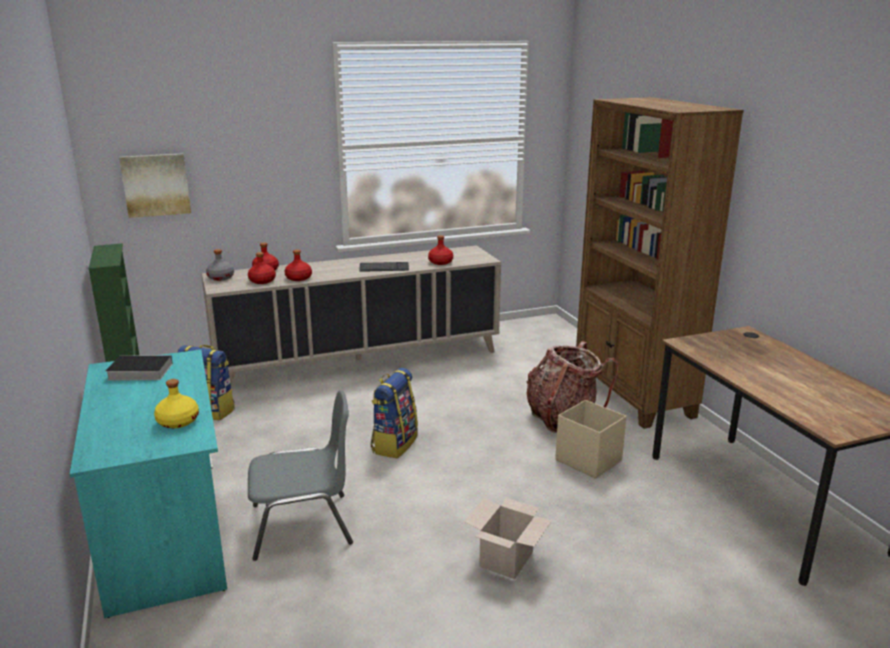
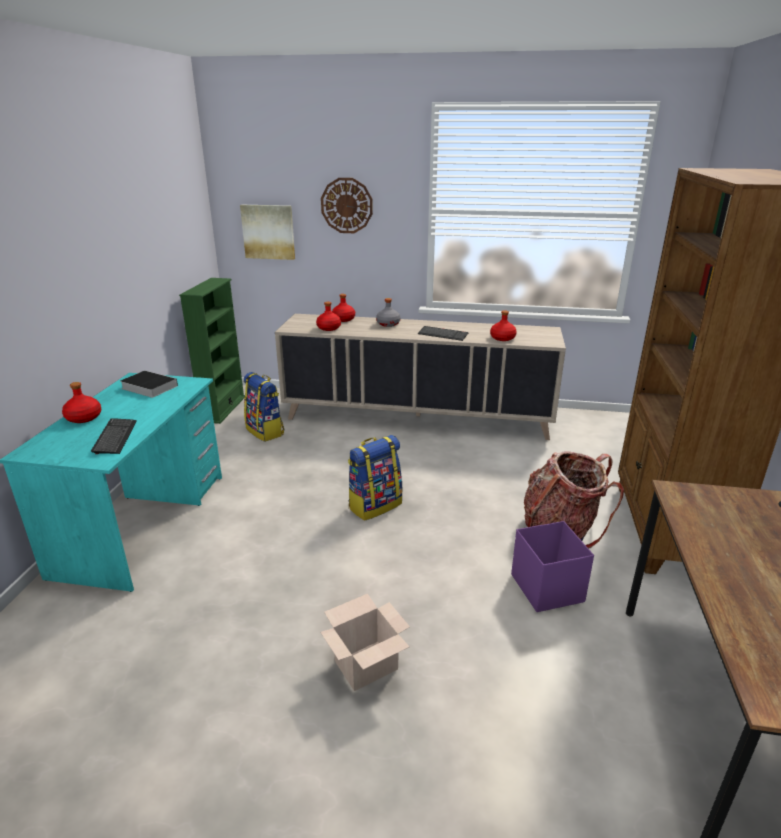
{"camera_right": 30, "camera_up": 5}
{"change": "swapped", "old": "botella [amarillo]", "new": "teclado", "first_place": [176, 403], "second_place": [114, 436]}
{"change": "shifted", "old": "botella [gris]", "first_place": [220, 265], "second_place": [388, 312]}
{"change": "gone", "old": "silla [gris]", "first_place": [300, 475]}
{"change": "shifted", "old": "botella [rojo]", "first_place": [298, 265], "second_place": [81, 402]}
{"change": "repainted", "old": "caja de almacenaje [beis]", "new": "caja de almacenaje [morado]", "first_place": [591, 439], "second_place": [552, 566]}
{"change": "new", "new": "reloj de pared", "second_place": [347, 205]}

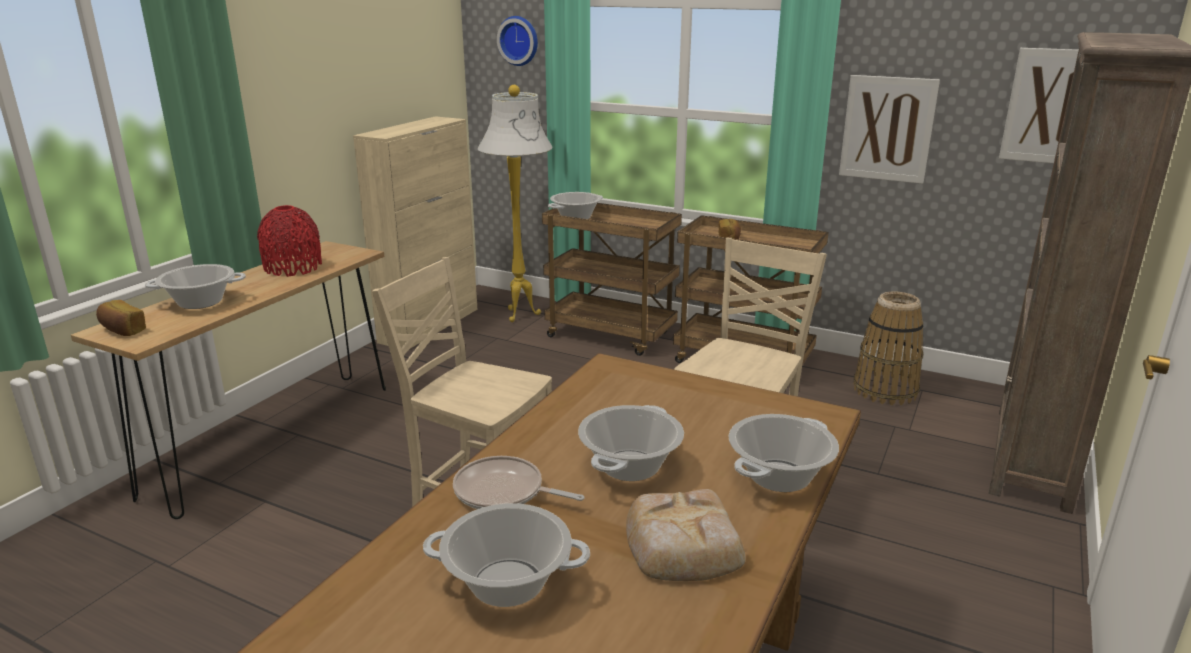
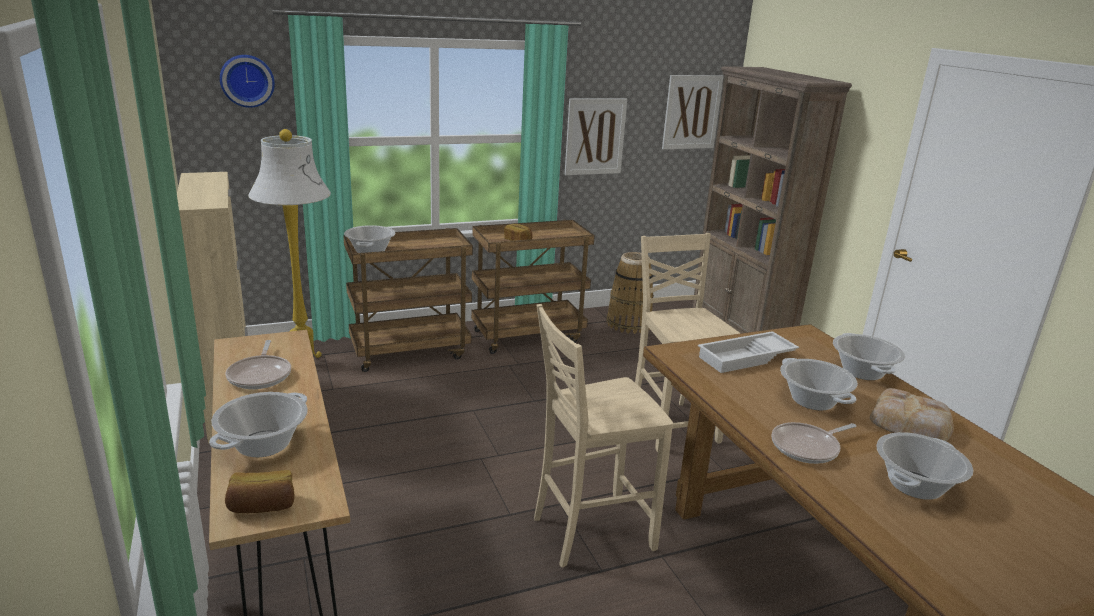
{"camera_right": -50, "camera_up": 0}
{"change": "swapped", "old": "florero [rojo]", "new": "sartén", "first_place": [289, 241], "second_place": [258, 364]}
{"change": "new", "new": "bandeja [blanco]", "second_place": [748, 352]}

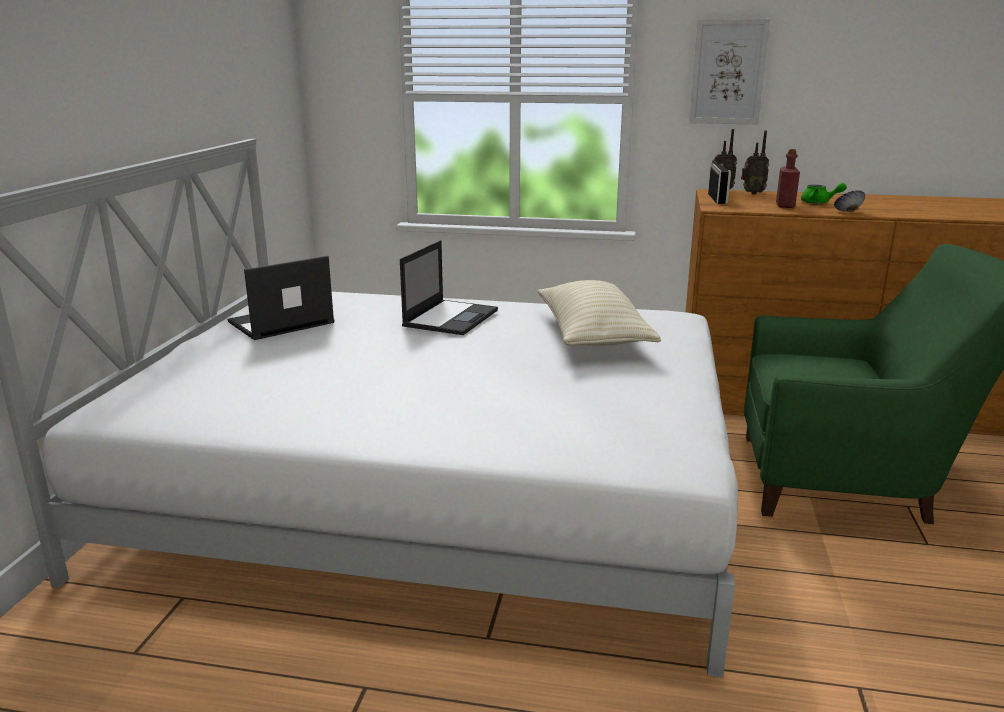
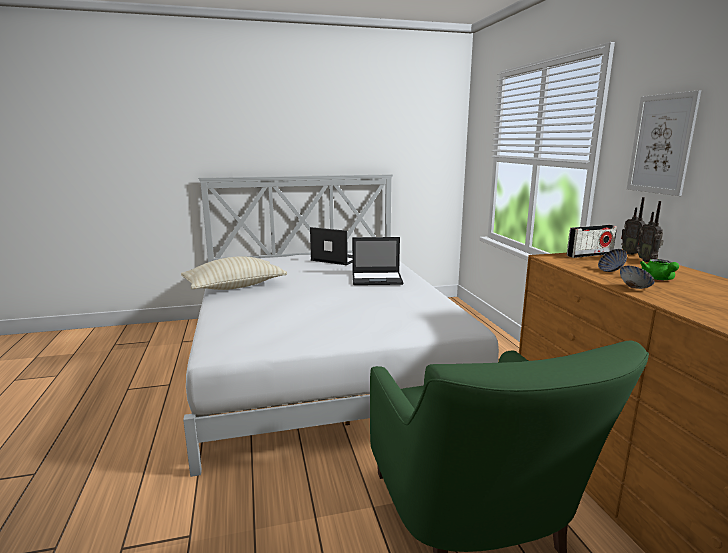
{"camera_right": 65, "camera_up": -5}
{"change": "shifted", "old": "cojín [beis]", "first_place": [599, 313], "second_place": [234, 273]}
{"change": "swapped", "old": "botella [rojo]", "new": "cuenco", "first_place": [788, 178], "second_place": [612, 260]}

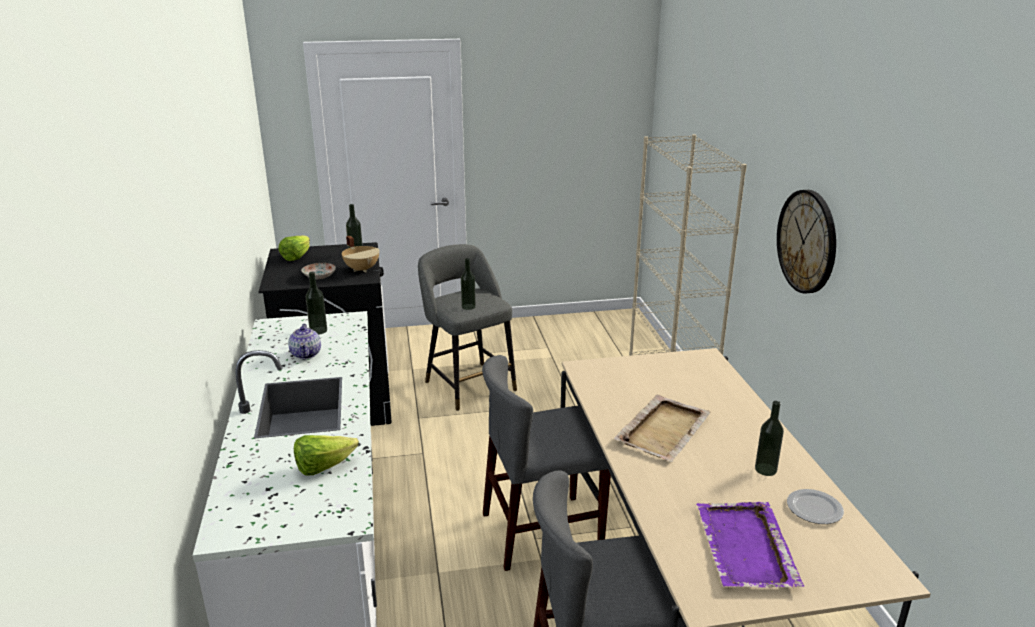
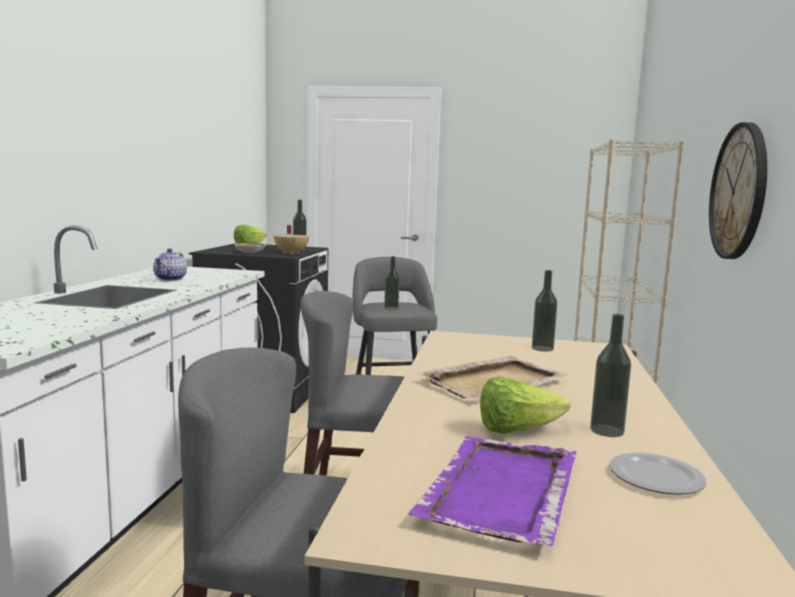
{"camera_right": 20, "camera_up": -15}
{"change": "shifted", "old": "lechuga", "first_place": [326, 455], "second_place": [525, 405]}
{"change": "shifted", "old": "botella", "first_place": [316, 303], "second_place": [544, 311]}

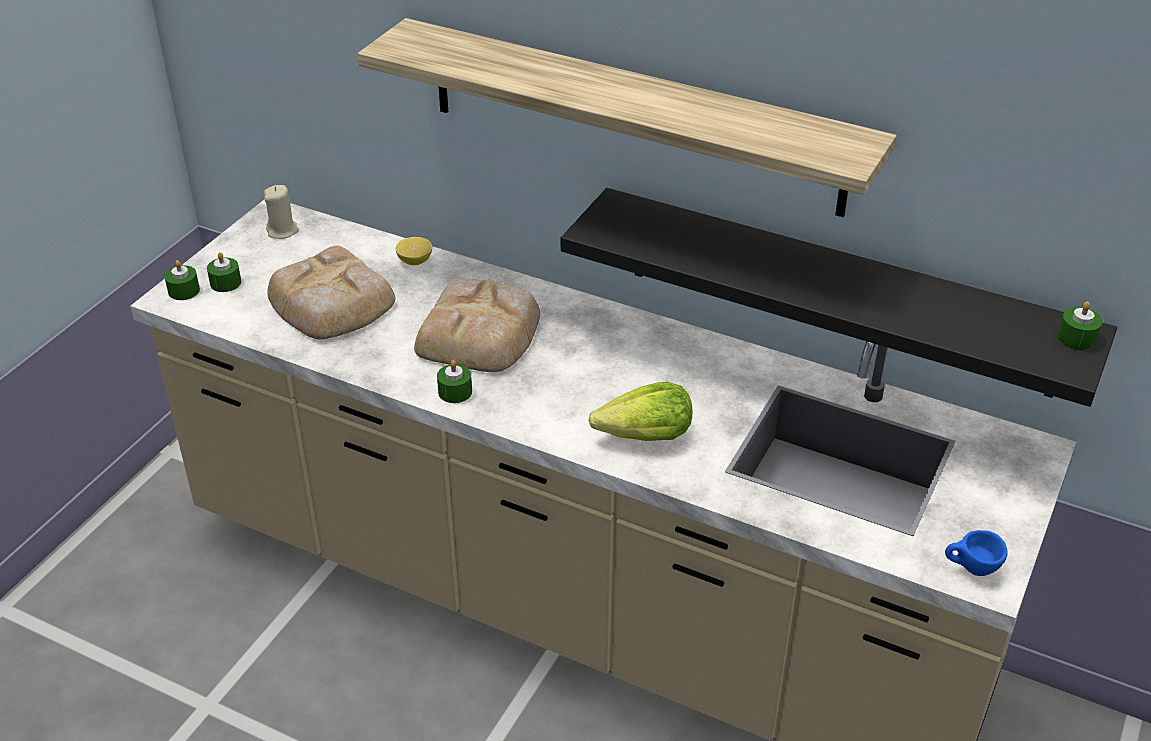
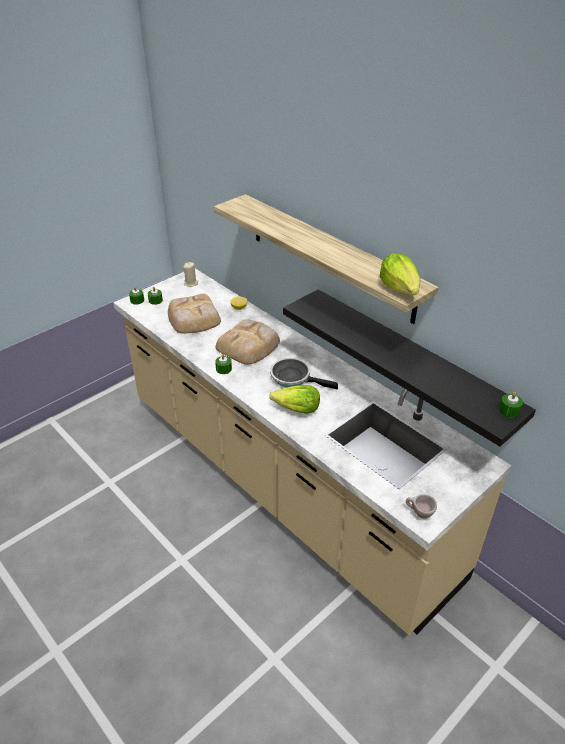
{"camera_right": 20, "camera_up": 0}
{"change": "repainted", "old": "taza [azul]", "new": "taza [beis]", "first_place": [976, 553], "second_place": [421, 506]}
{"change": "new", "new": "sartén", "second_place": [304, 374]}
{"change": "new", "new": "lechuga", "second_place": [400, 274]}

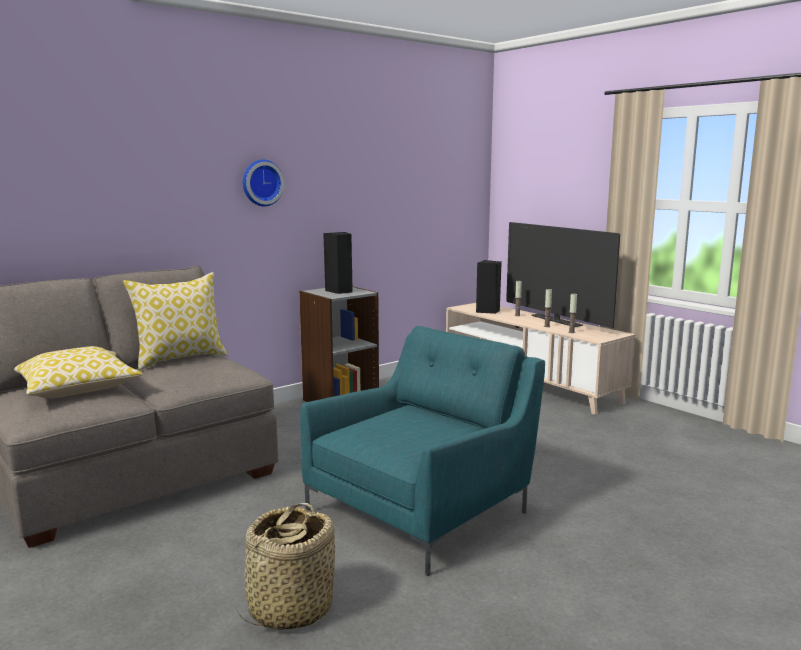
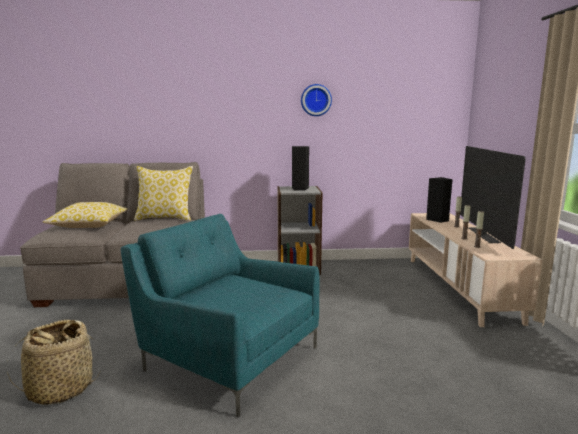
{"camera_right": 35, "camera_up": 0}
{"change": "shifted", "old": "reloj de pared", "first_place": [263, 183], "second_place": [316, 100]}
{"change": "rotated", "old": "sillón [turquesa]", "first_place": [422, 451], "second_place": [220, 315], "degrees": -135}

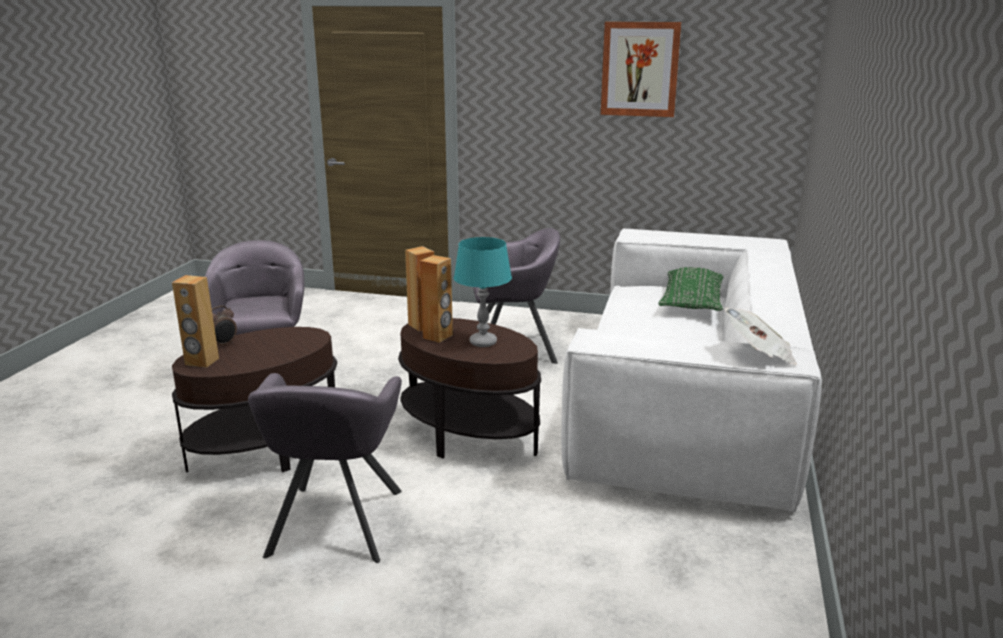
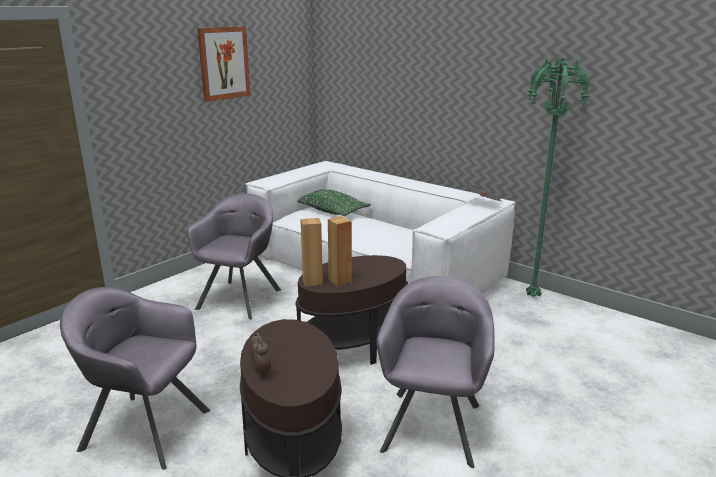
{"camera_right": -65, "camera_up": 0}
{"change": "gone", "old": "altavoz [marrón]", "first_place": [195, 321]}
{"change": "rotated", "old": "sillón [gris]", "first_place": [325, 468], "second_place": [436, 372], "degrees": -105}
{"change": "gone", "old": "lámpara de mesa [turquesa]", "first_place": [483, 292]}
{"change": "new", "new": "lámpara de pie [verde]", "second_place": [558, 177]}

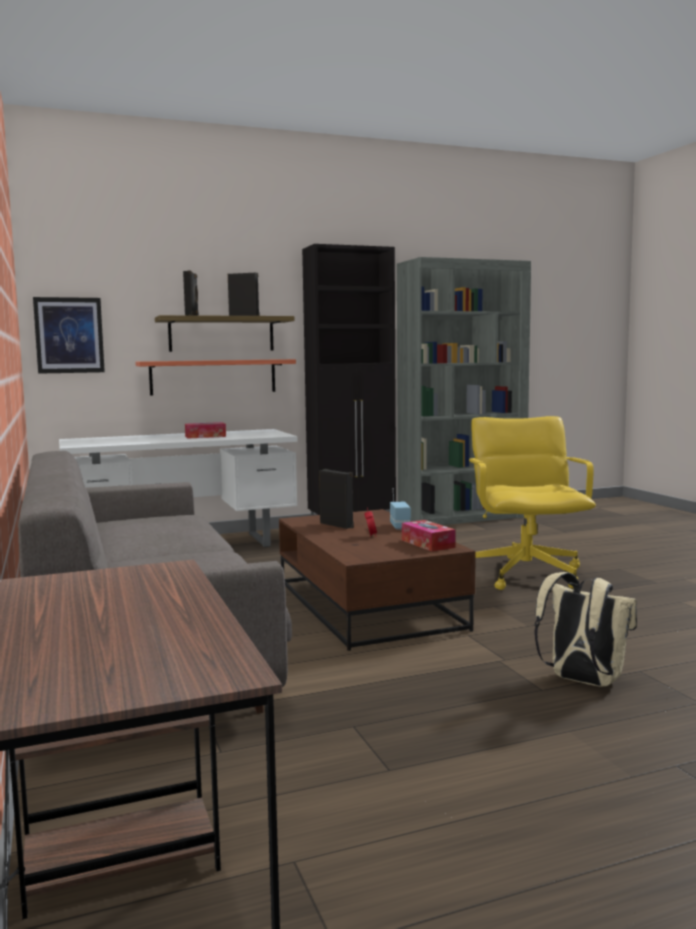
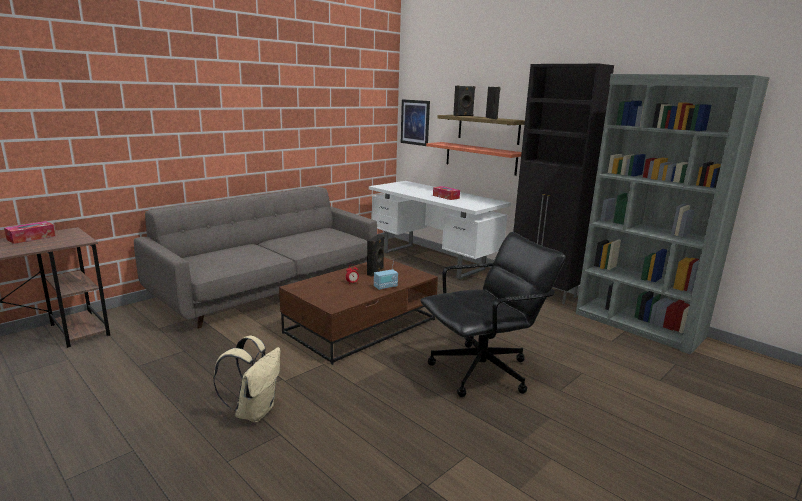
{"camera_right": 65, "camera_up": 10}
{"change": "shifted", "old": "caja de pañuelos", "first_place": [429, 536], "second_place": [29, 232]}
{"change": "repainted", "old": "silla de oficina [amarillo]", "new": "silla de oficina [negro]", "first_place": [532, 503], "second_place": [493, 314]}

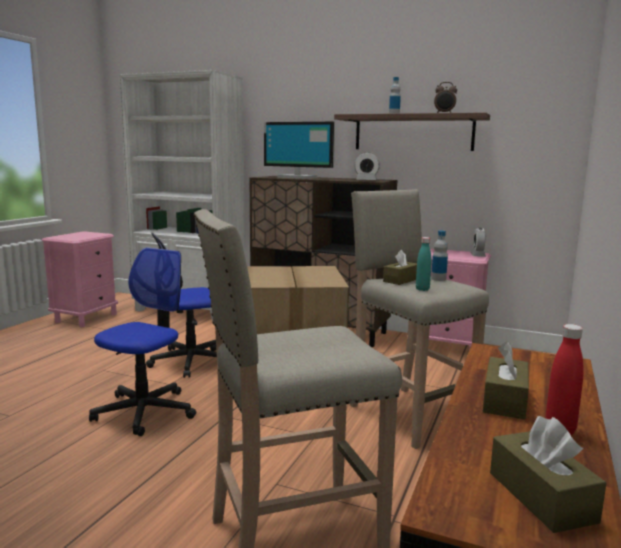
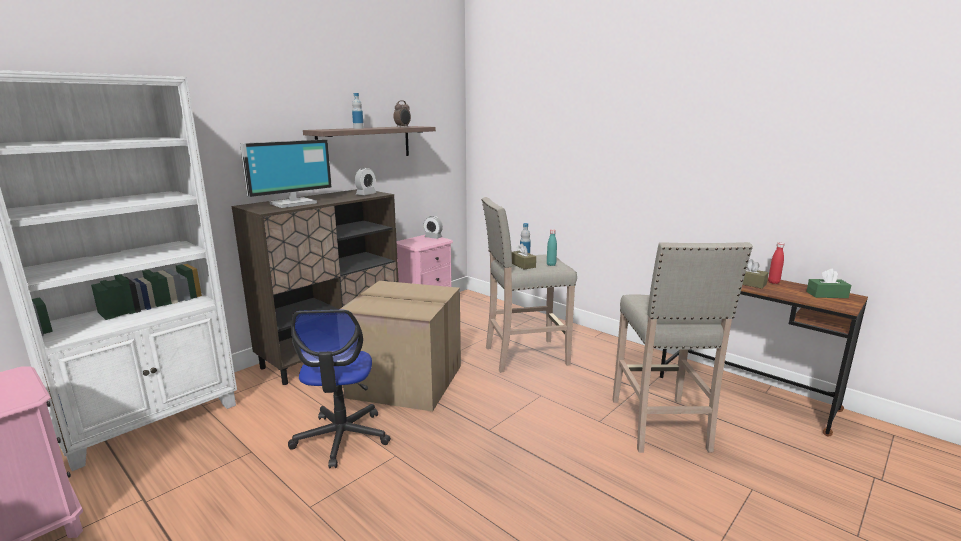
{"camera_right": -70, "camera_up": 5}
{"change": "gone", "old": "silla de oficina", "first_place": [142, 341]}
{"change": "repainted", "old": "caja de pañuelos [marrón]", "new": "caja de pañuelos [verde]", "first_place": [548, 474], "second_place": [828, 283]}

